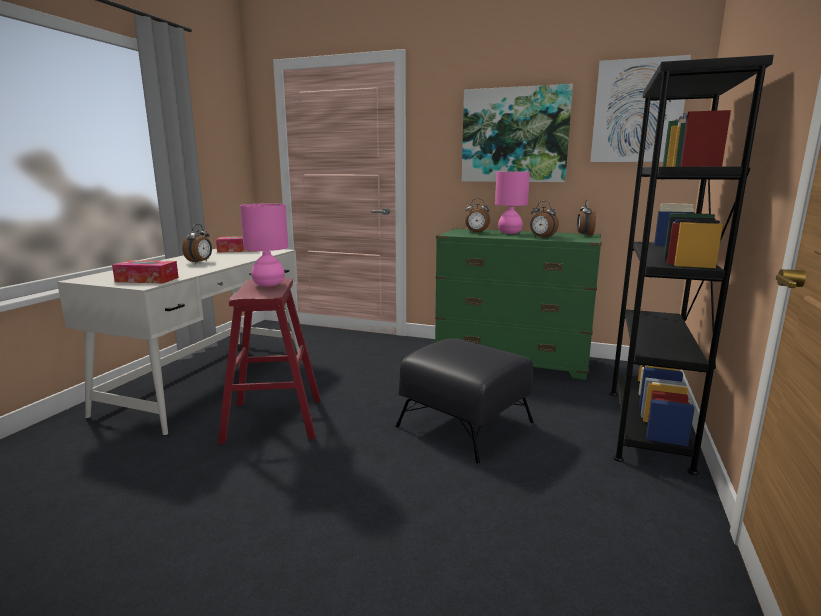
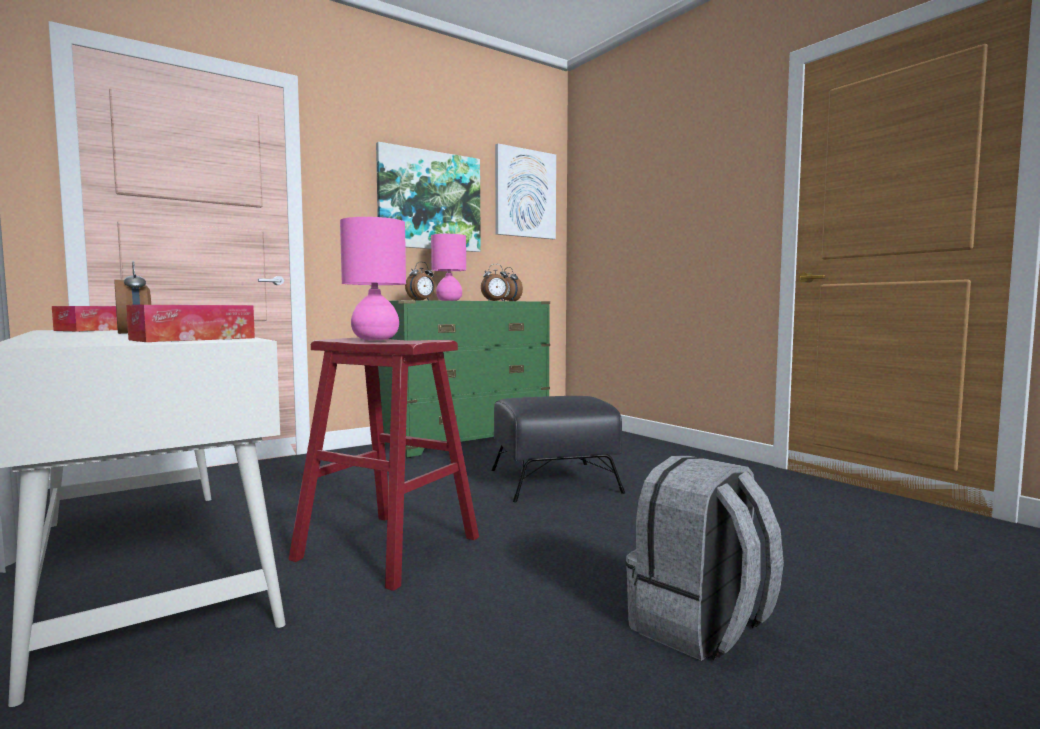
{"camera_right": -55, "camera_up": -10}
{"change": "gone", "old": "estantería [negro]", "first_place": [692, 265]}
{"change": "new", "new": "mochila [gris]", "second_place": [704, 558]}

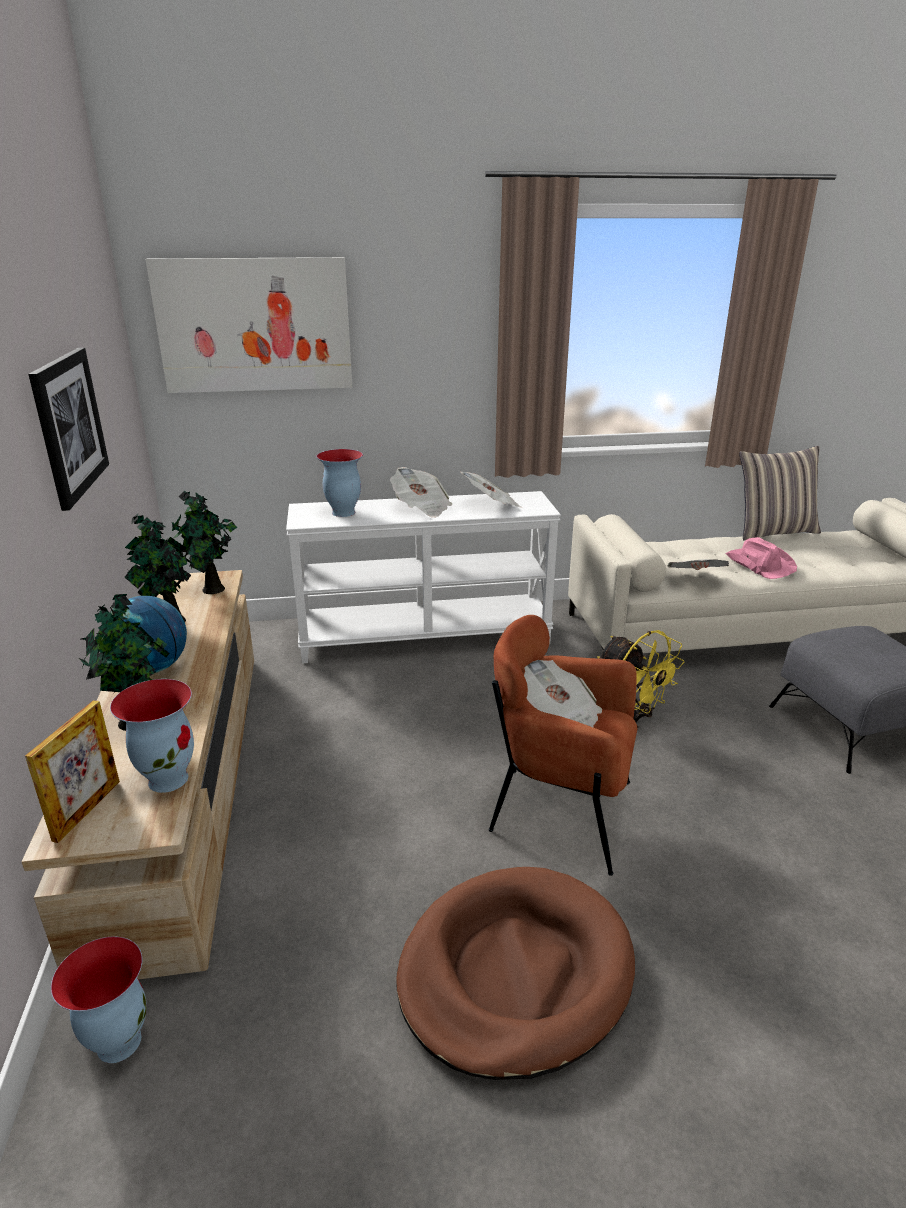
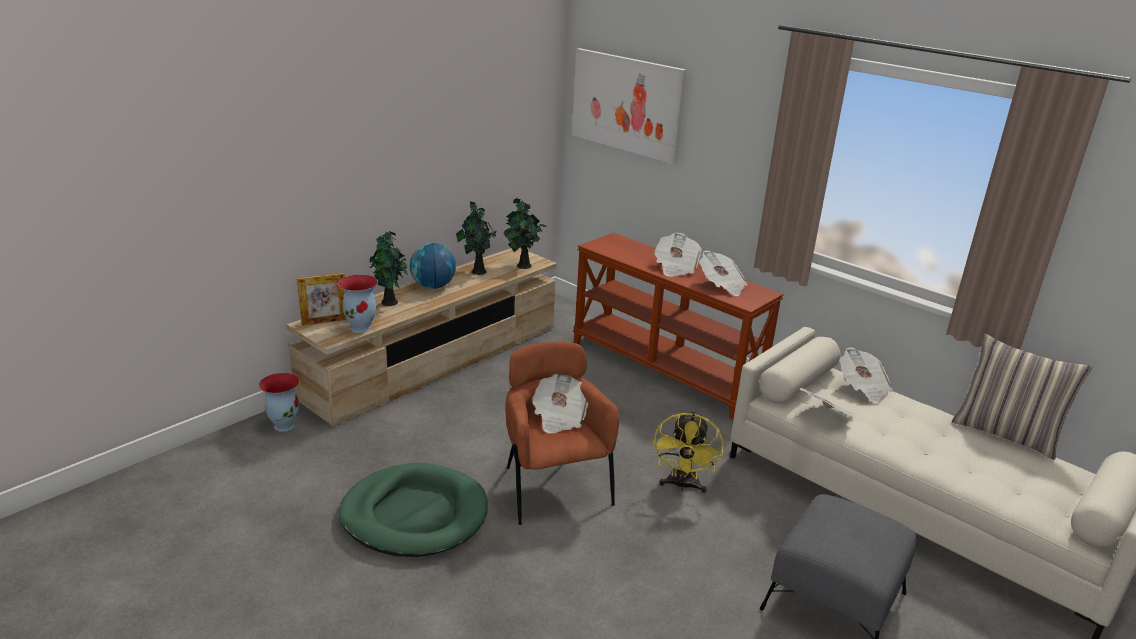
{"camera_right": 50, "camera_up": 0}
{"change": "gone", "old": "cuadro", "first_place": [68, 429]}
{"change": "repainted", "old": "mesa consola [blanco]", "new": "mesa consola [marrón]", "first_place": [423, 577], "second_place": [678, 326]}
{"change": "gone", "old": "florero", "first_place": [340, 483]}
{"change": "repainted", "old": "cama para perro [marrón]", "new": "cama para perro [verde]", "first_place": [515, 973], "second_place": [413, 510]}
{"change": "gone", "old": "sombrero [rosa]", "first_place": [761, 558]}
{"change": "new", "new": "periódico", "second_place": [866, 375]}

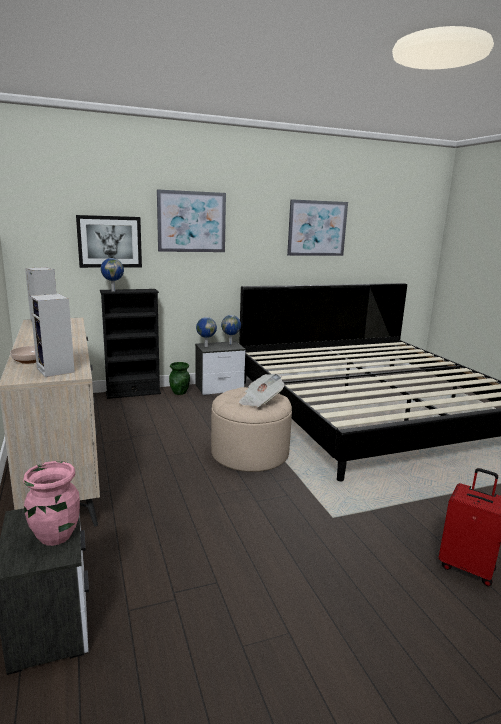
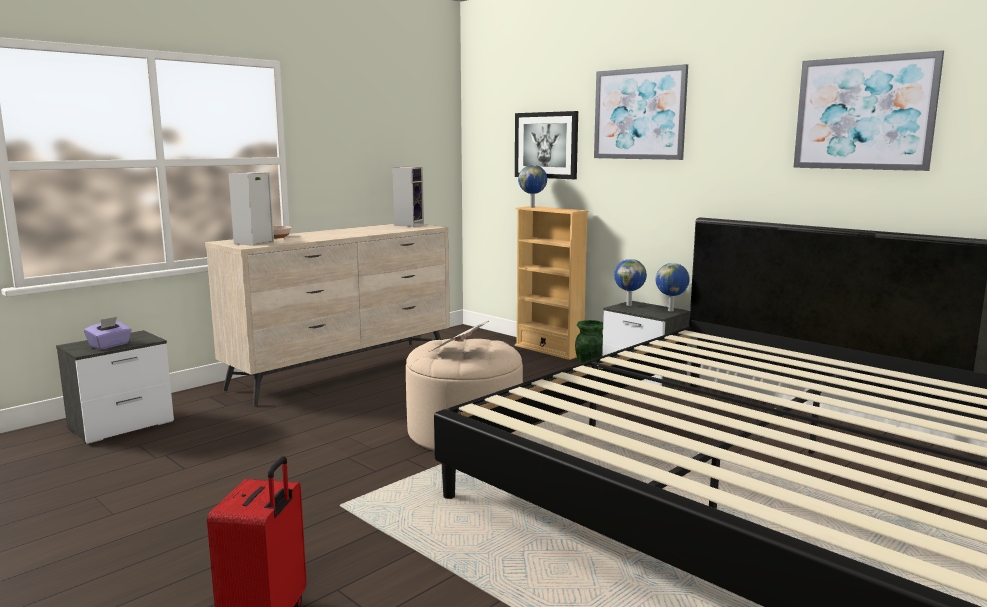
{"camera_right": 65, "camera_up": -5}
{"change": "swapped", "old": "florero [rosa]", "new": "caja de pañuelos [morado]", "first_place": [51, 503], "second_place": [108, 333]}
{"change": "repainted", "old": "estantería [negro]", "new": "estantería [beis]", "first_place": [130, 344], "second_place": [552, 283]}

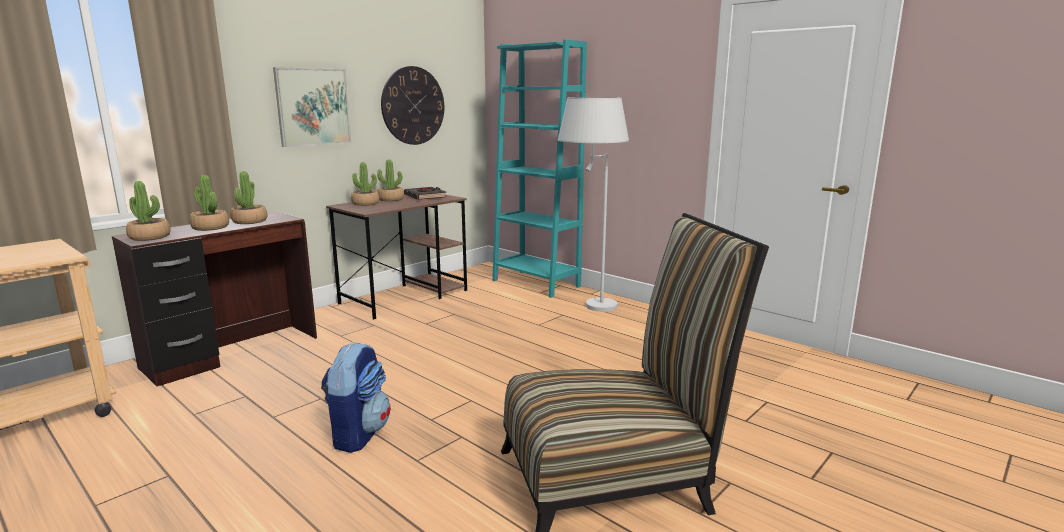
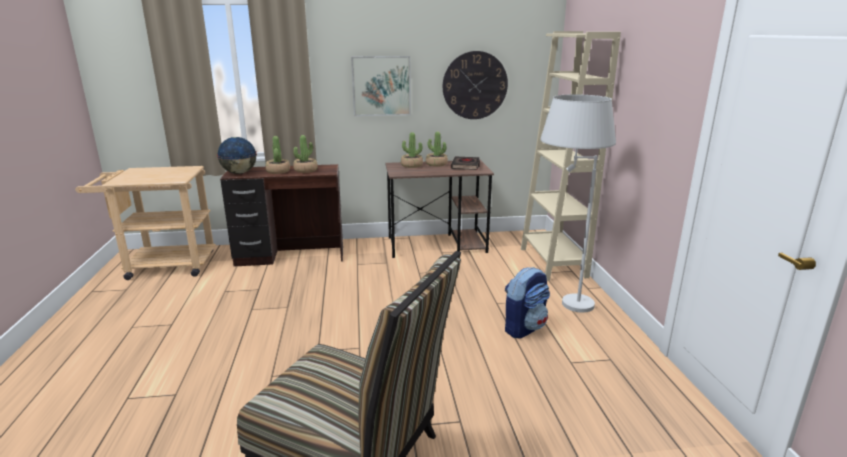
{"camera_right": 40, "camera_up": 5}
{"change": "swapped", "old": "planta en maceta", "new": "globo terráqueo", "first_place": [148, 211], "second_place": [237, 155]}
{"change": "shifted", "old": "mochila", "first_place": [356, 397], "second_place": [527, 302]}
{"change": "repainted", "old": "estantería [turquesa]", "new": "estantería [beis]", "first_place": [539, 169], "second_place": [571, 156]}

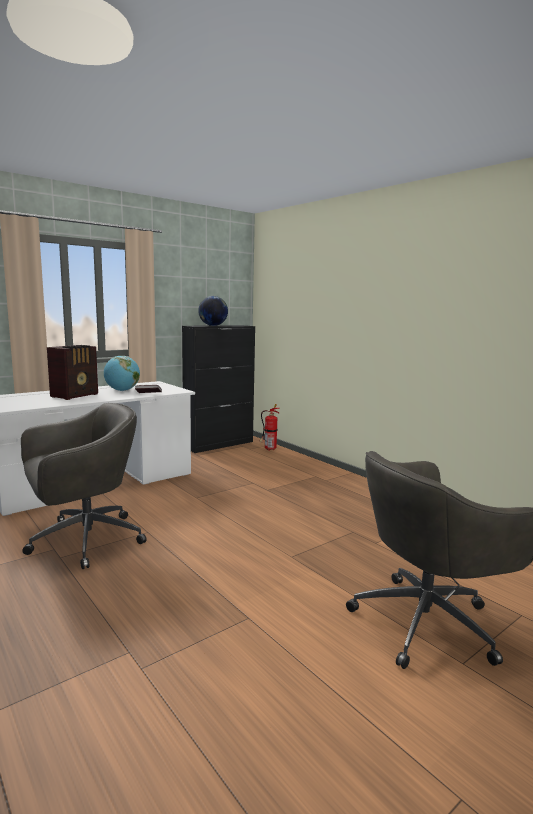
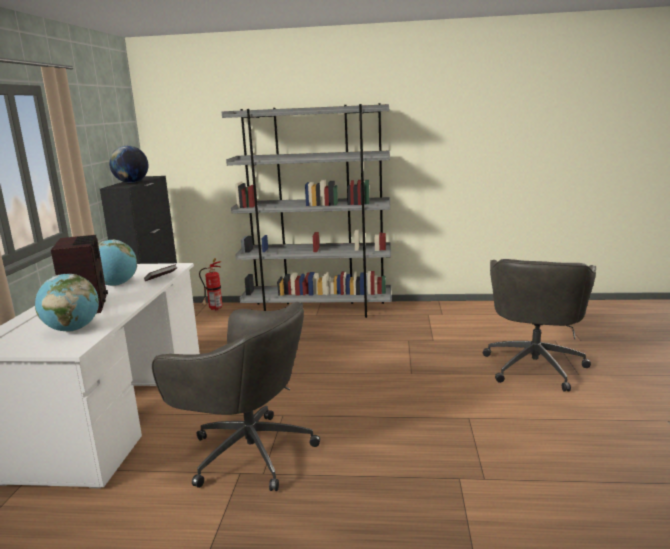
{"camera_right": -45, "camera_up": 5}
{"change": "rotated", "old": "silla de oficina [gris]", "first_place": [83, 486], "second_place": [236, 396], "degrees": 105}
{"change": "new", "new": "globo terráqueo", "second_place": [67, 303]}
{"change": "new", "new": "estantería [gris]", "second_place": [306, 210]}

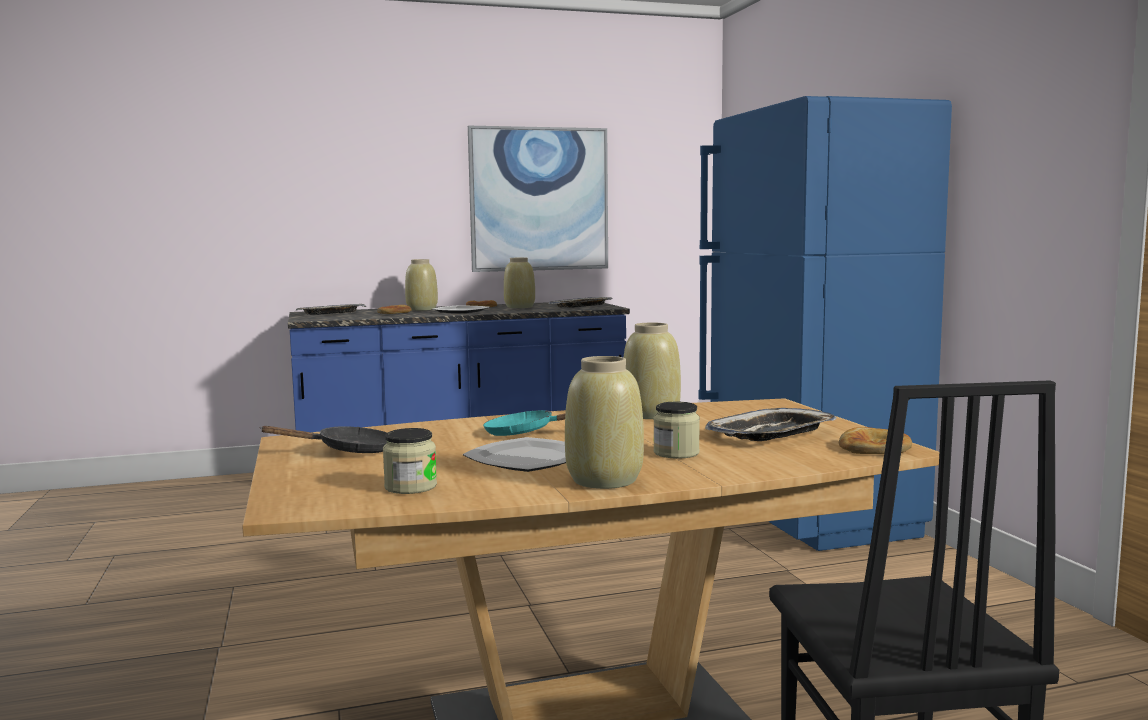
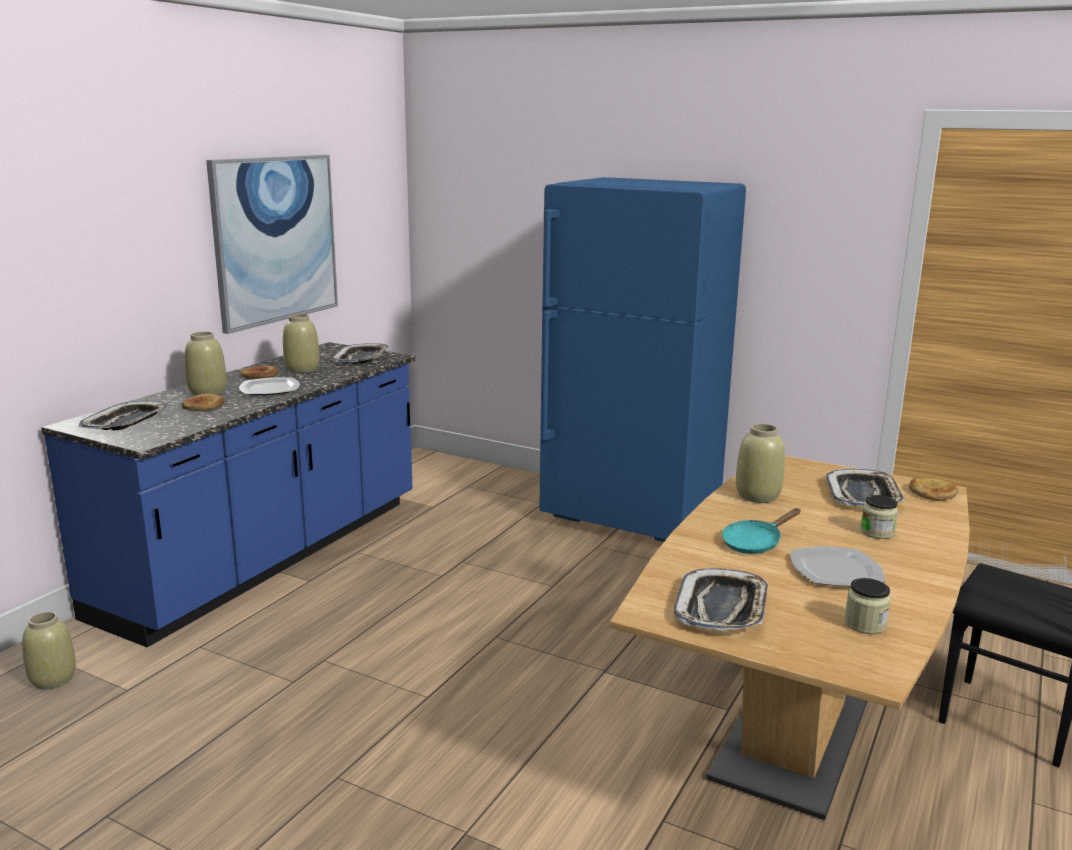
{"camera_right": -45, "camera_up": 10}
{"change": "swapped", "old": "sartén [negro]", "new": "bandeja", "first_place": [323, 439], "second_place": [721, 599]}
{"change": "shifted", "old": "florero [beis]", "first_place": [604, 422], "second_place": [49, 650]}

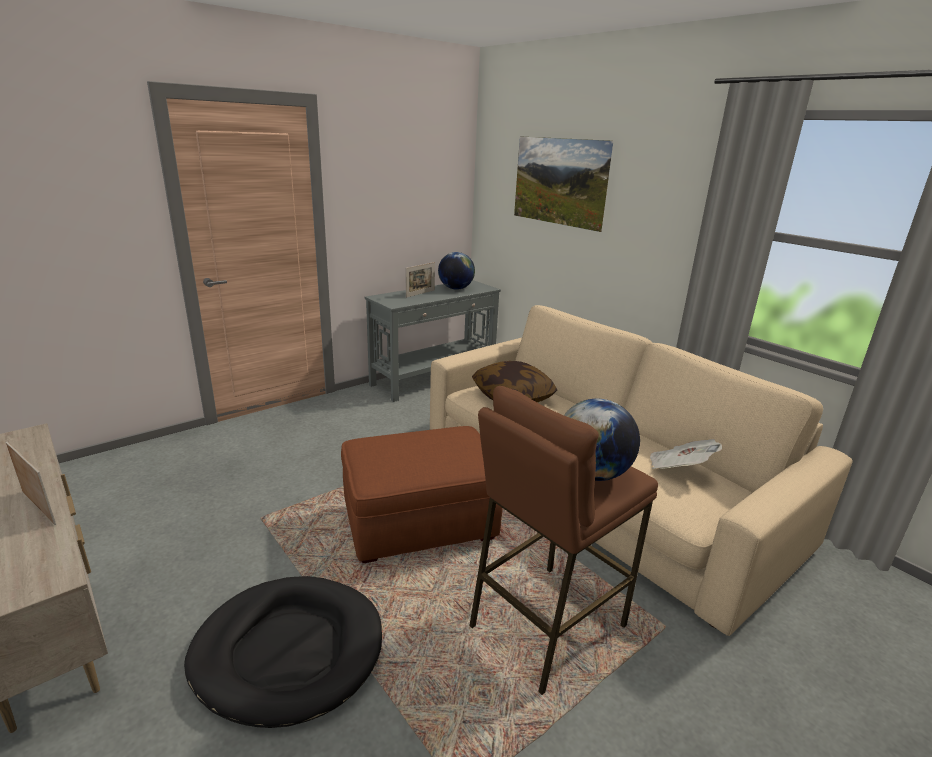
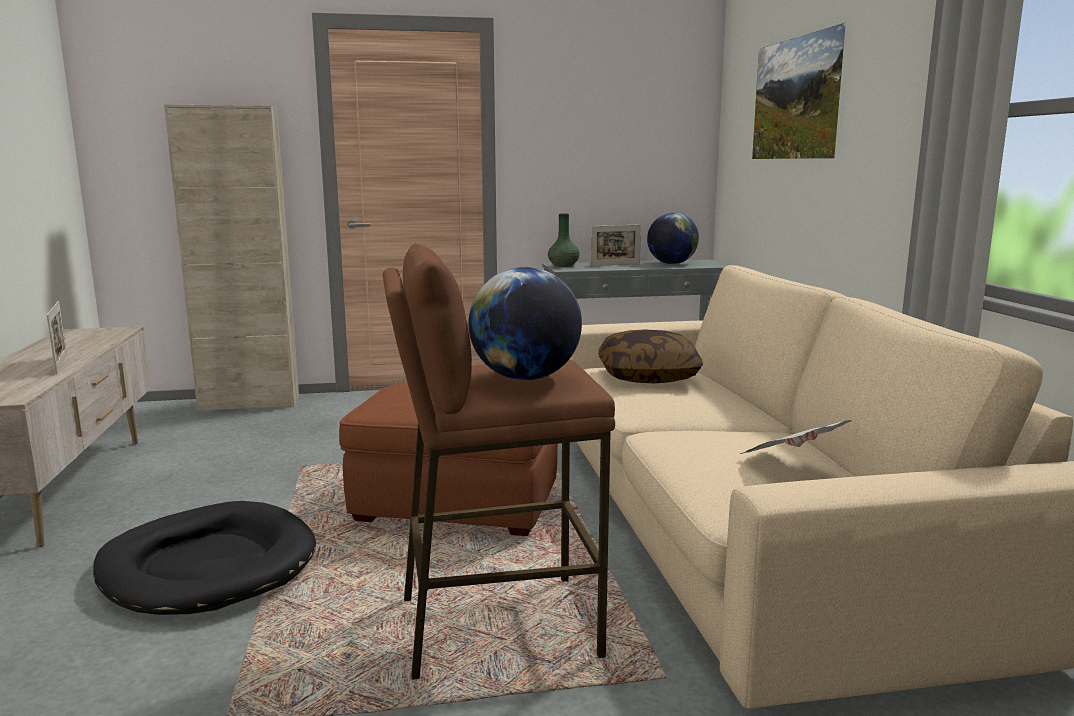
{"camera_right": 30, "camera_up": -10}
{"change": "new", "new": "armario [beis]", "second_place": [231, 258]}
{"change": "new", "new": "florero [verde]", "second_place": [564, 240]}

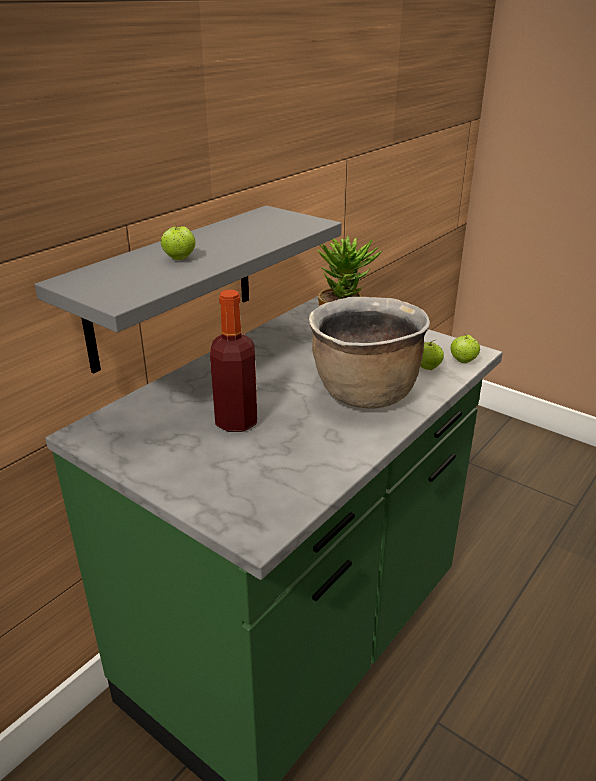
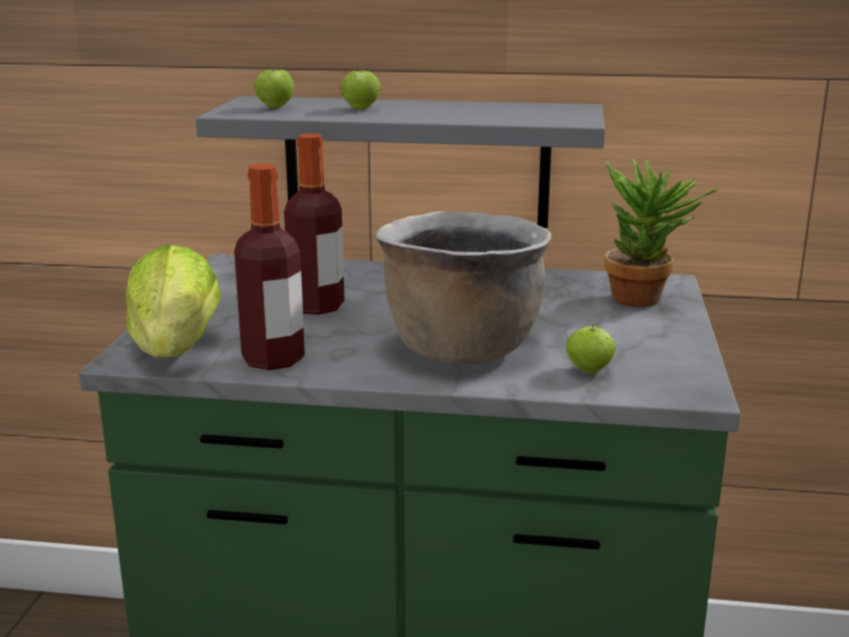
{"camera_right": 60, "camera_up": -10}
{"change": "shifted", "old": "manzana", "first_place": [465, 347], "second_place": [274, 84]}
{"change": "new", "new": "lechuga", "second_place": [173, 301]}
{"change": "new", "new": "botella", "second_place": [269, 267]}

